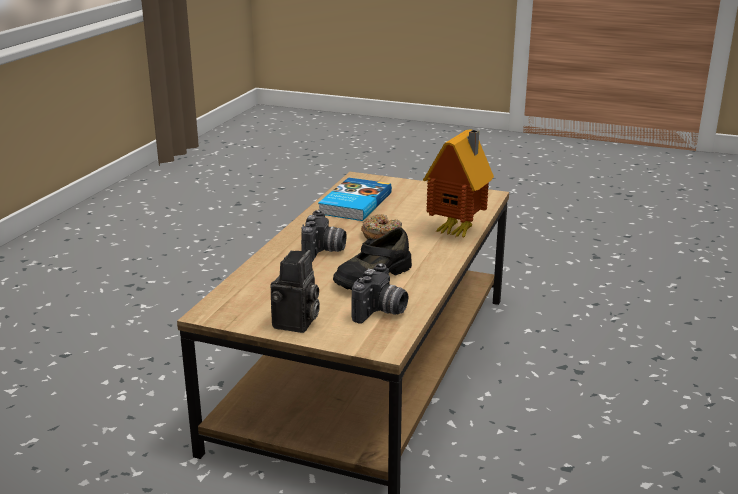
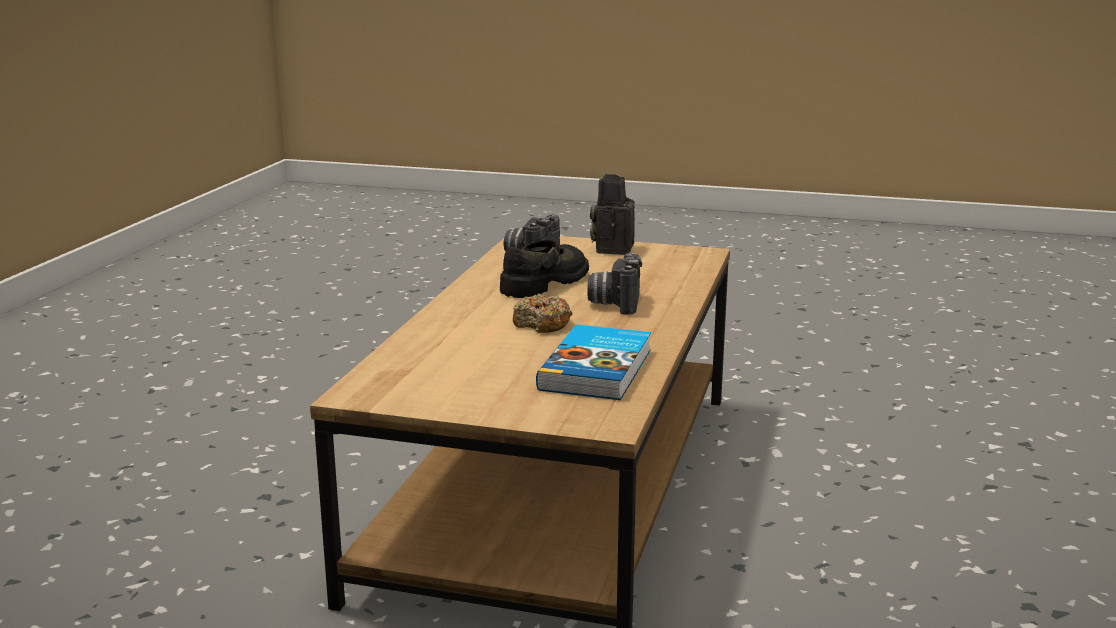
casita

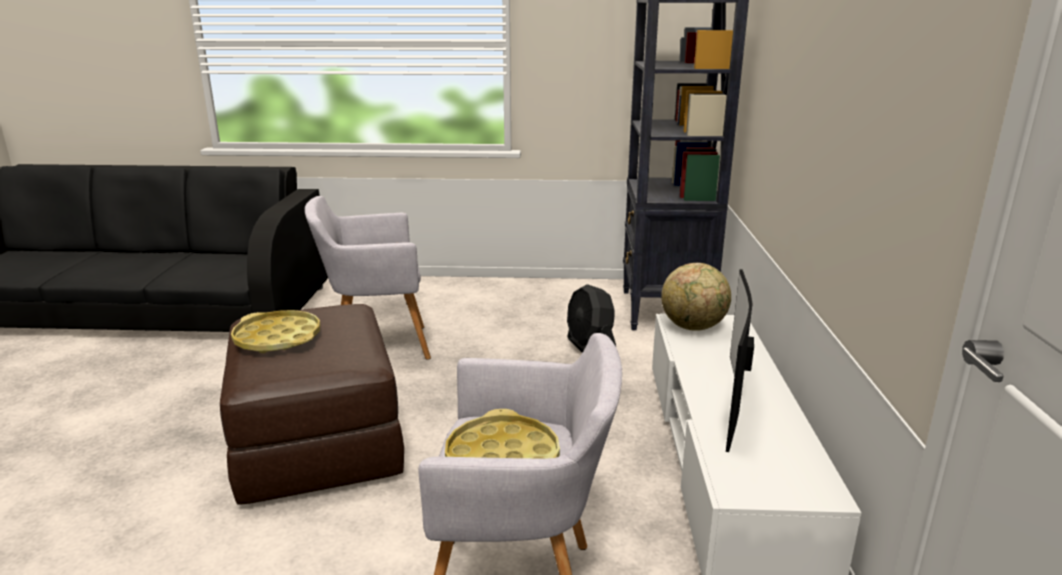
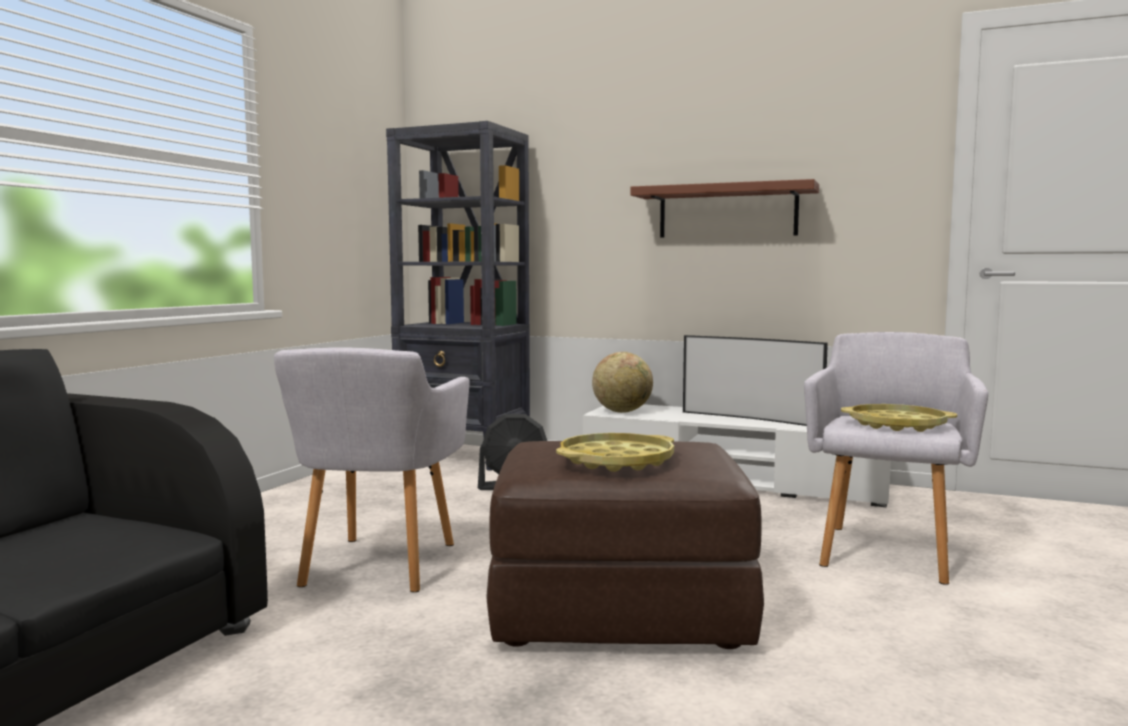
estante (marrón)

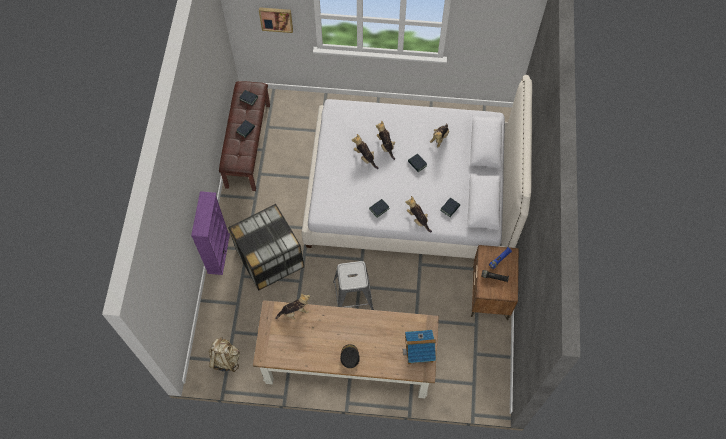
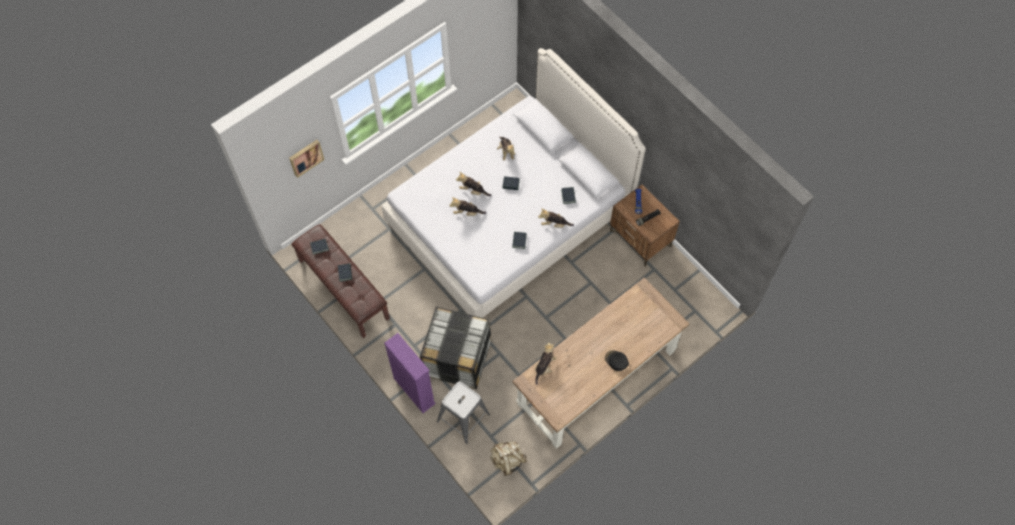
taburete (gris)
casita

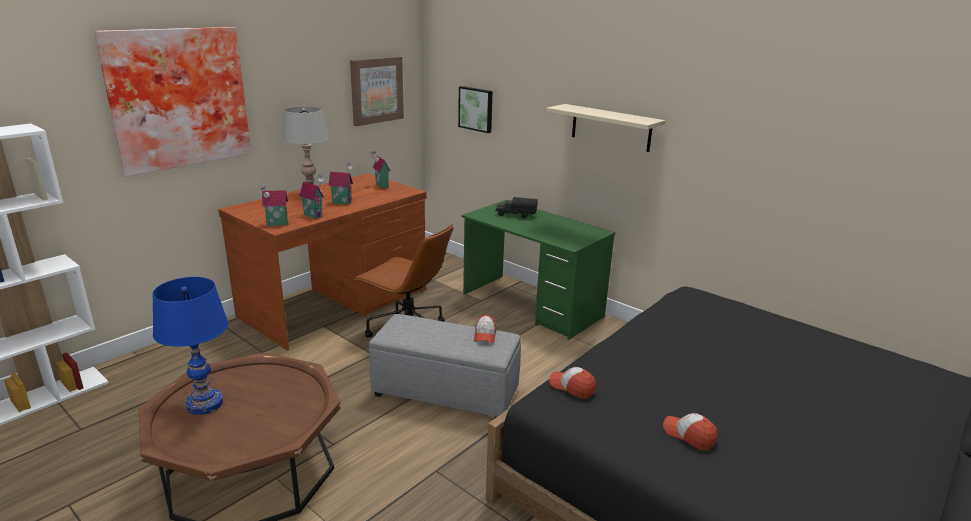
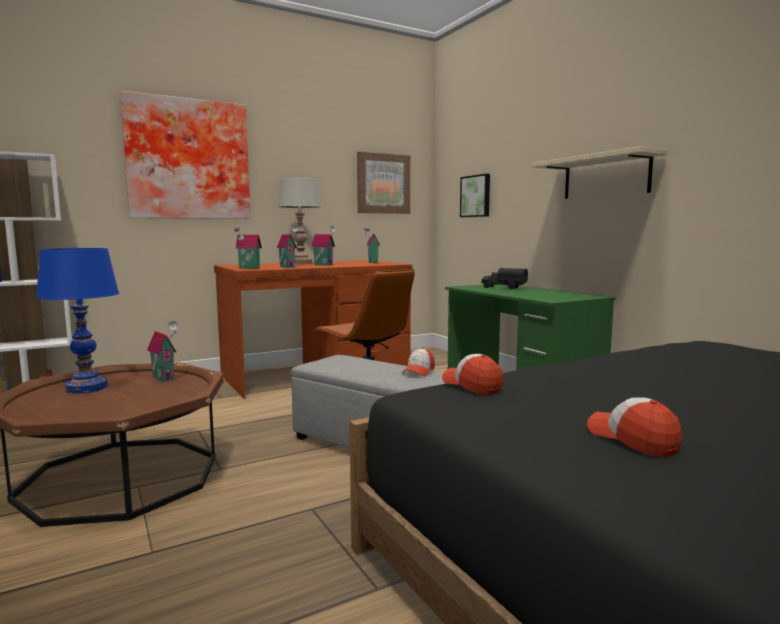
casita (1st from left)

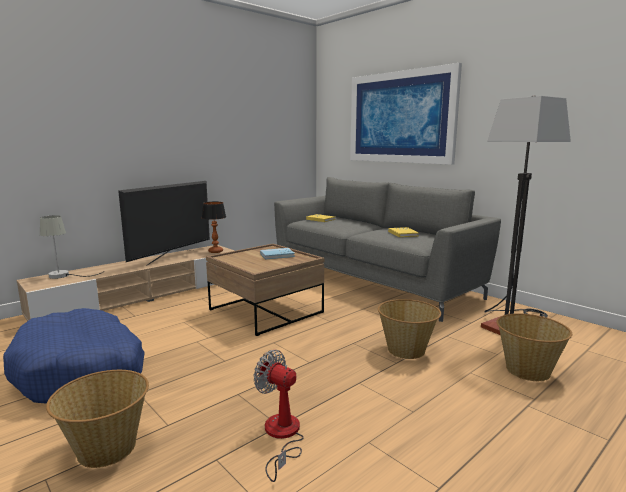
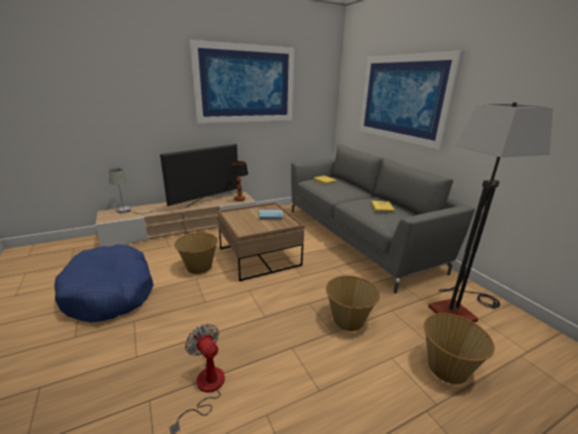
cesta (1st from left)
cuadro (1st from left)

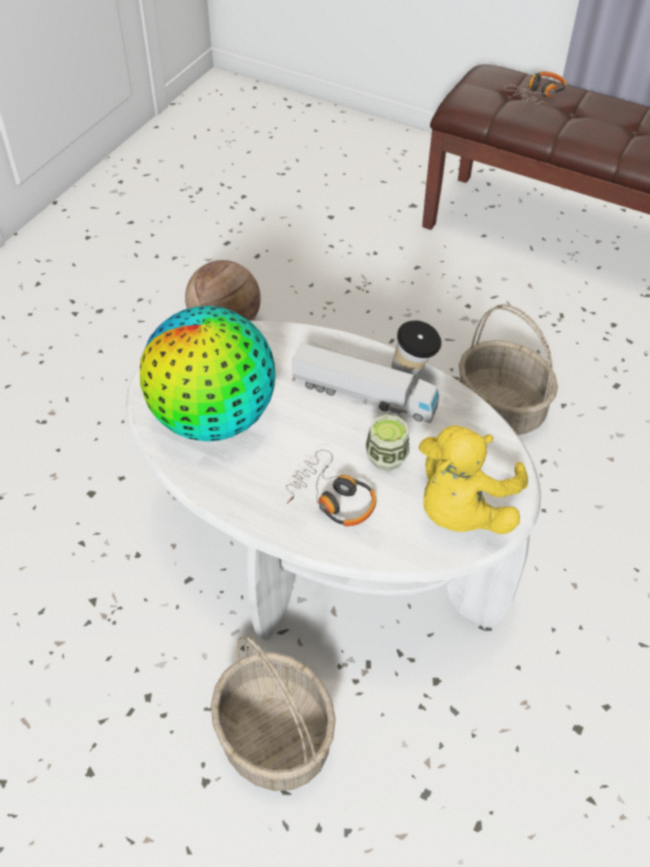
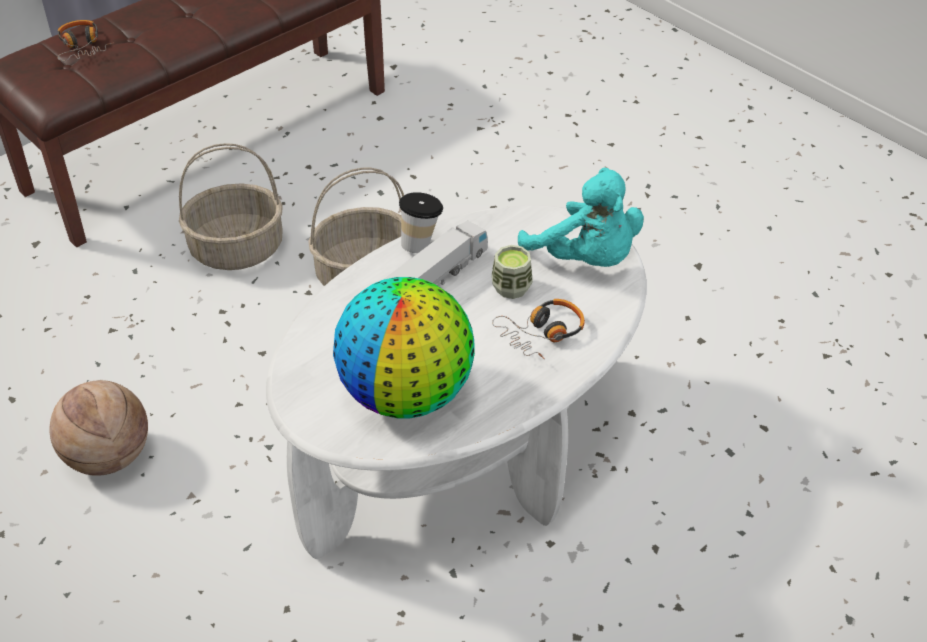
cesta (1st from left)
peluche (turquesa)

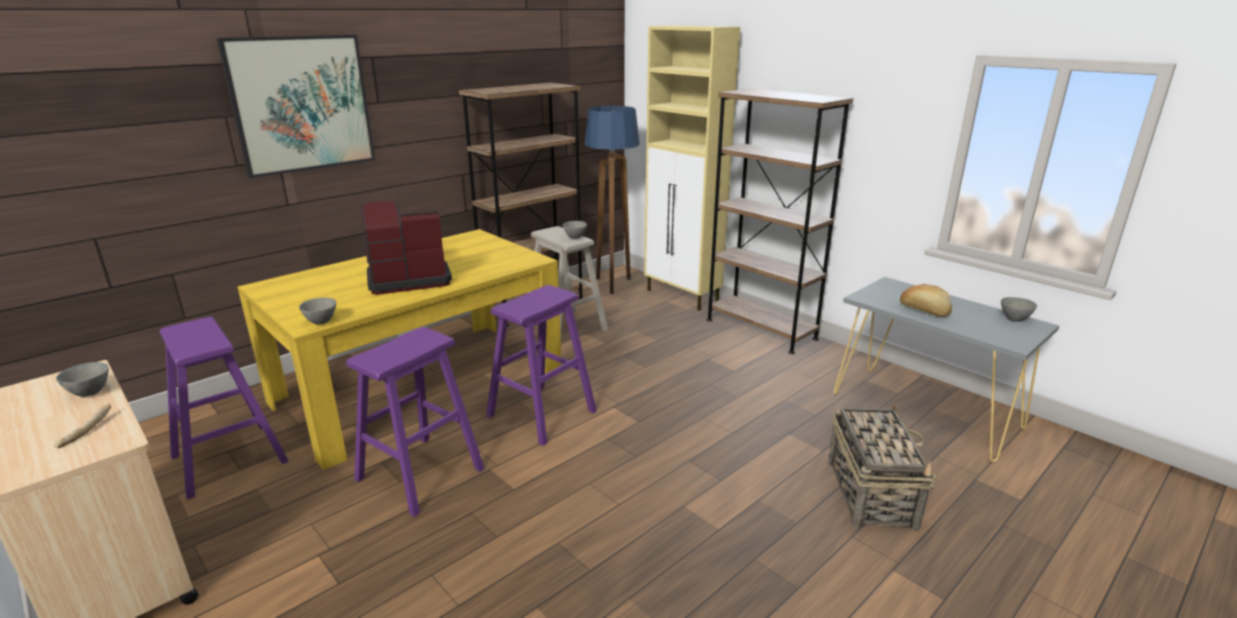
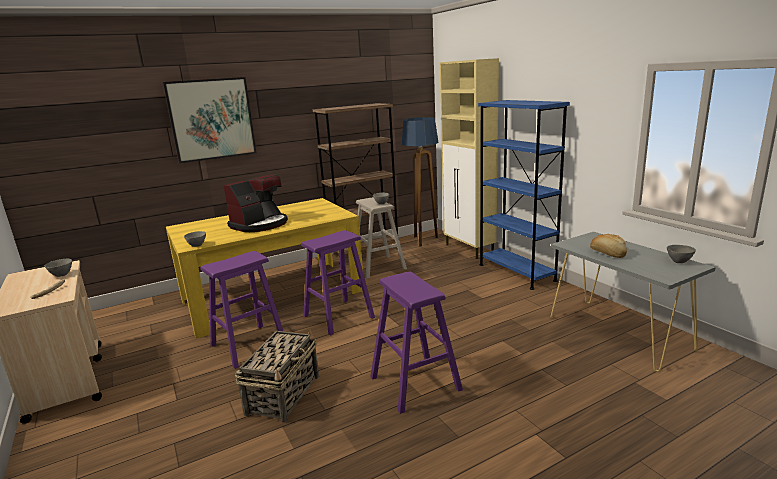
cafetera
cesta
taburete (morado) (3rd from left)
estantería (azul)

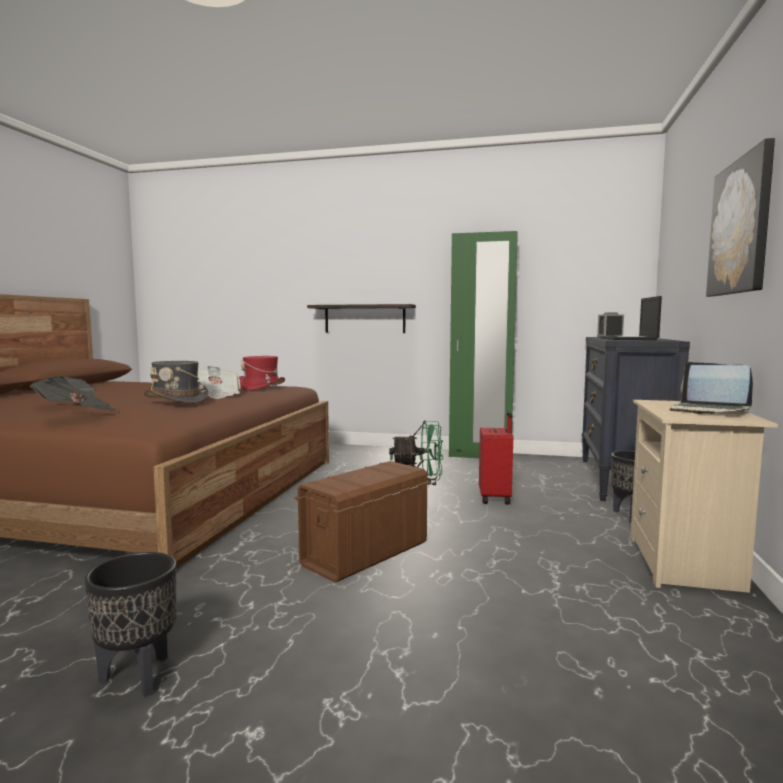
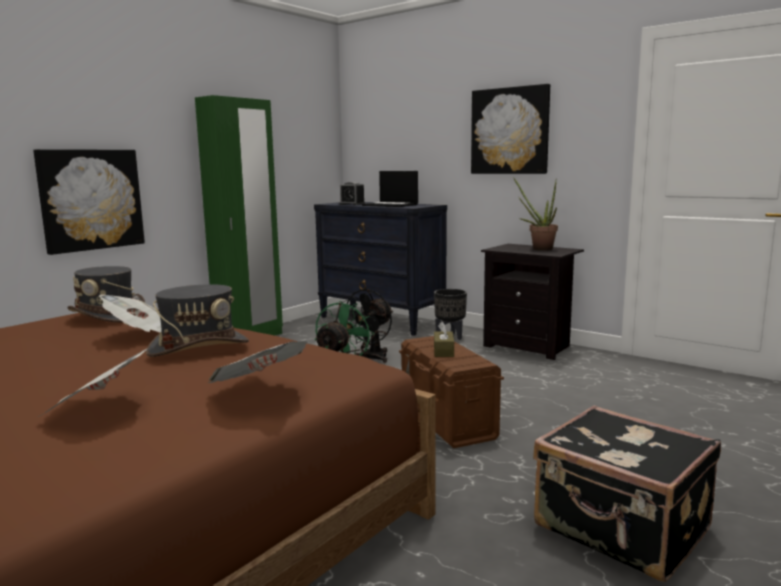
cuadro (1st from left)
sombrero (gris) (1st from left)
ventilador (negro)
caja de pañuelos (marrón)
mesita de noche (negro)
planta en maceta
maleta (negro)

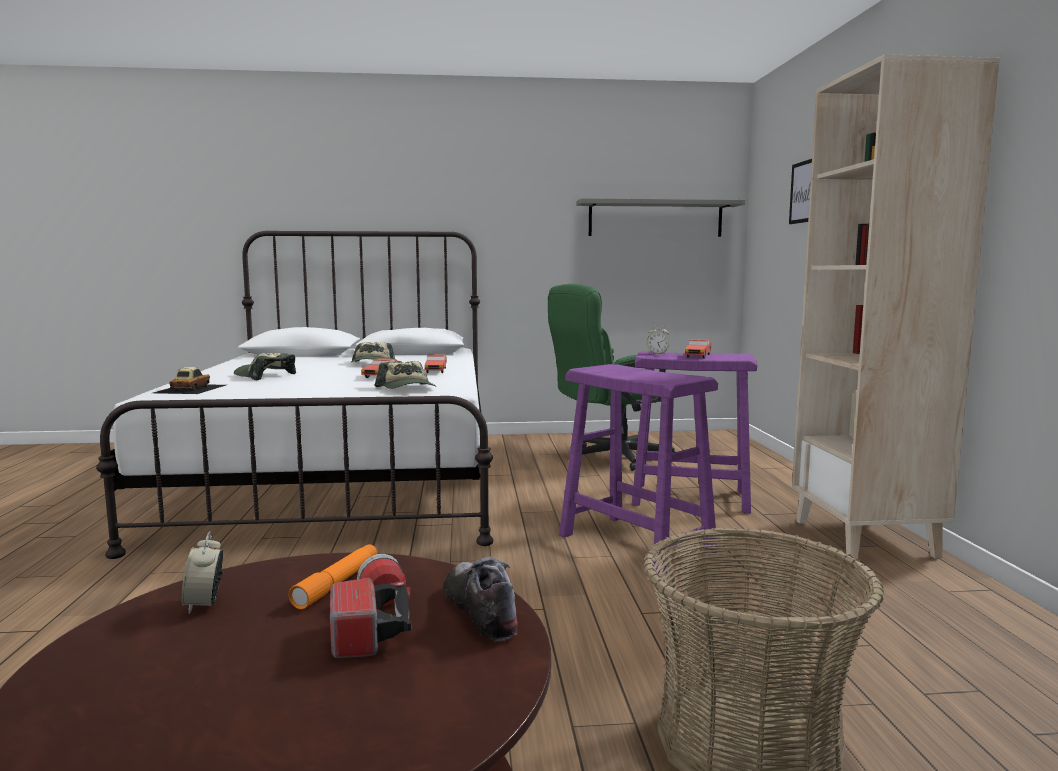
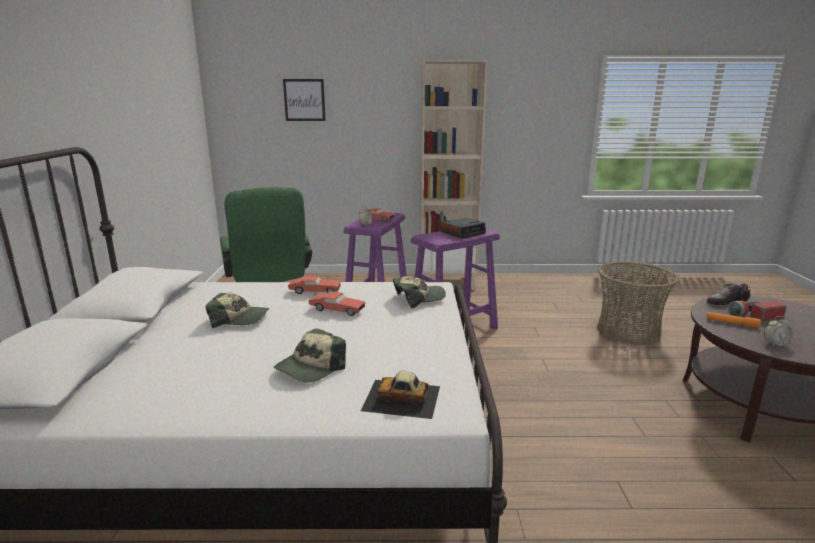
despertador (2nd from left)
estante (gris)

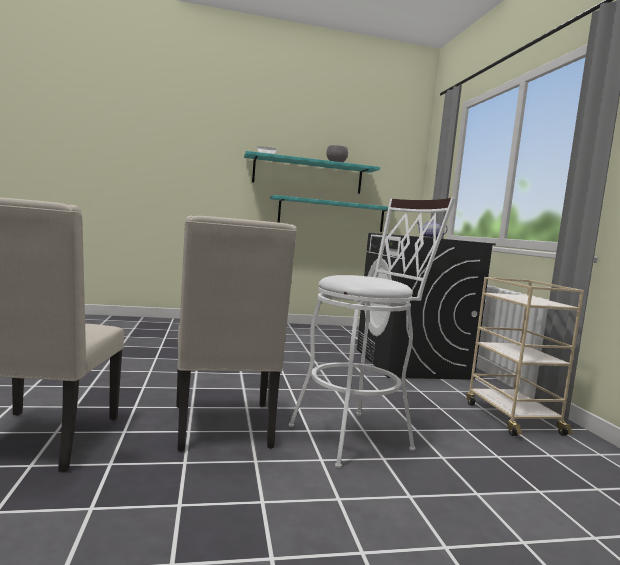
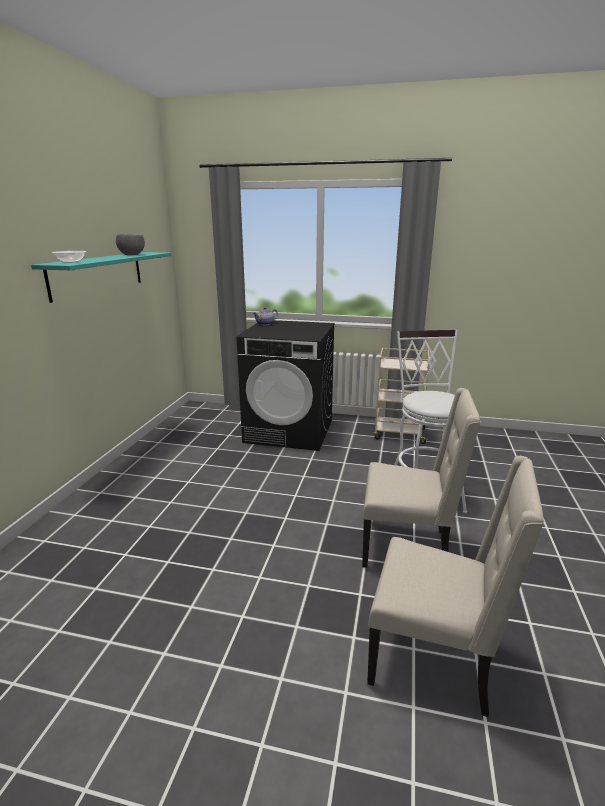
estante (turquesa) (2nd from left in the first image)

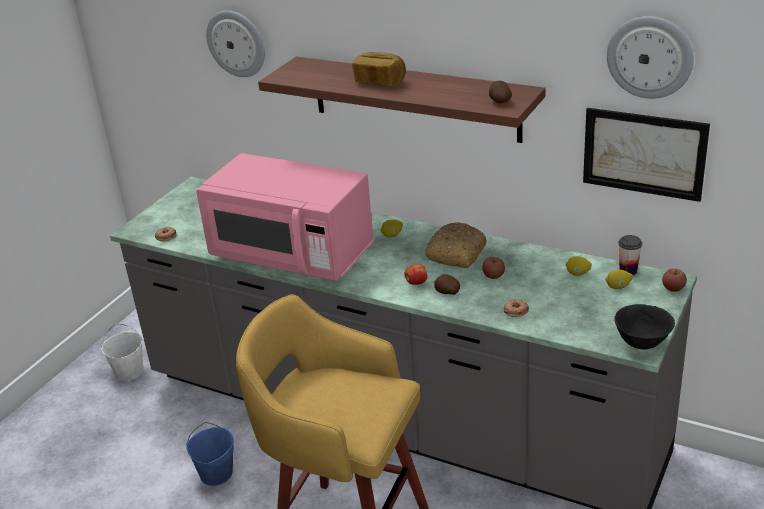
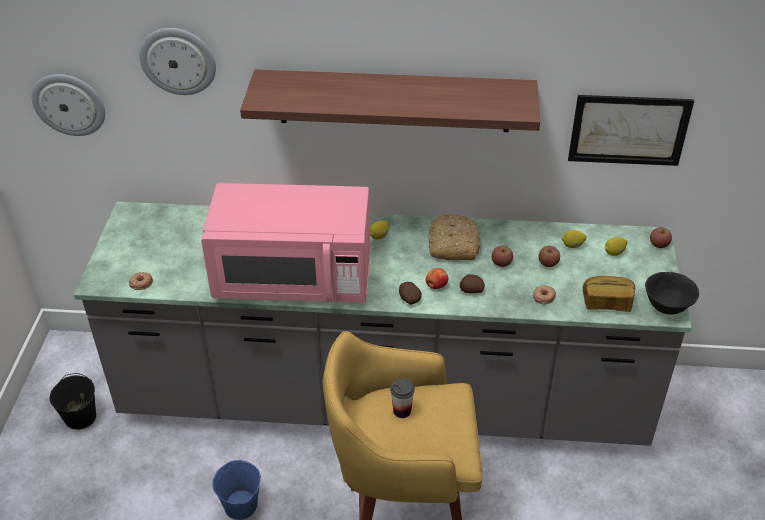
reloj de pared (1st from left)
cubo (negro)
taza
patata (1st from left)
manzana (3rd from left)
pan (2nd from left)

